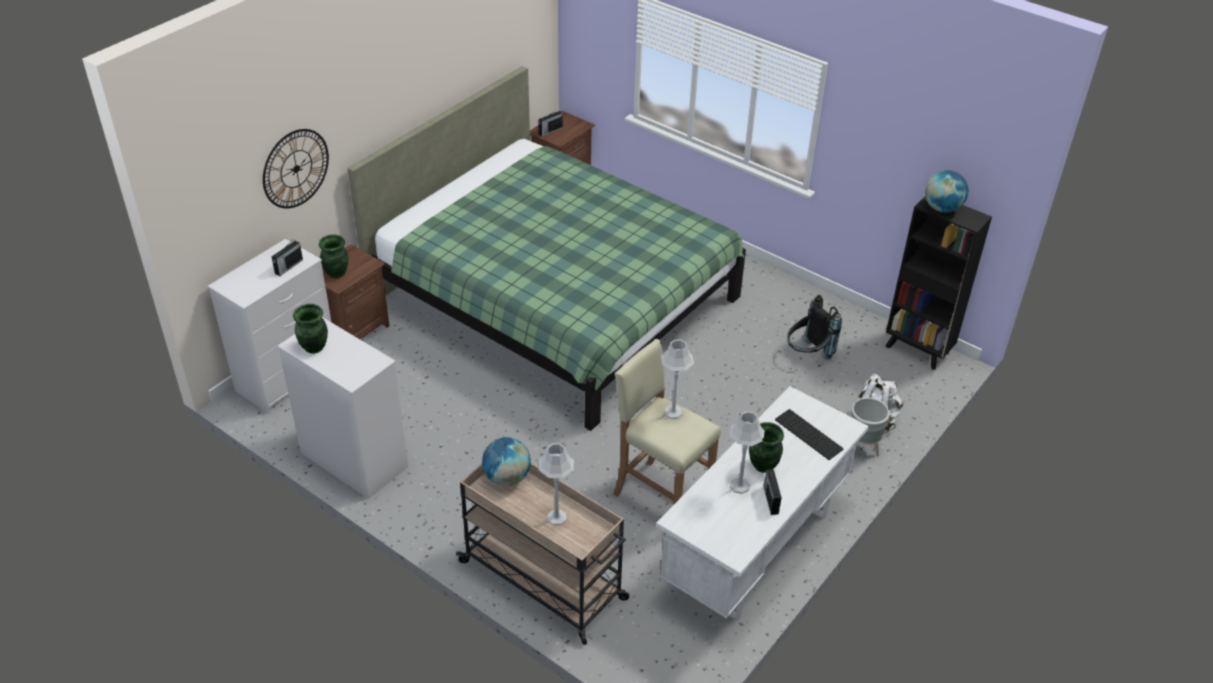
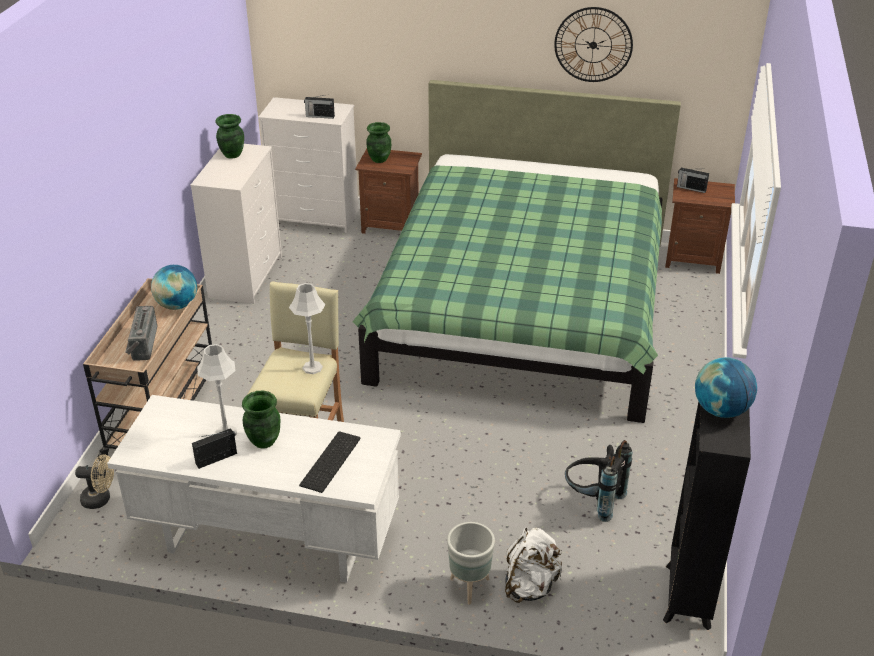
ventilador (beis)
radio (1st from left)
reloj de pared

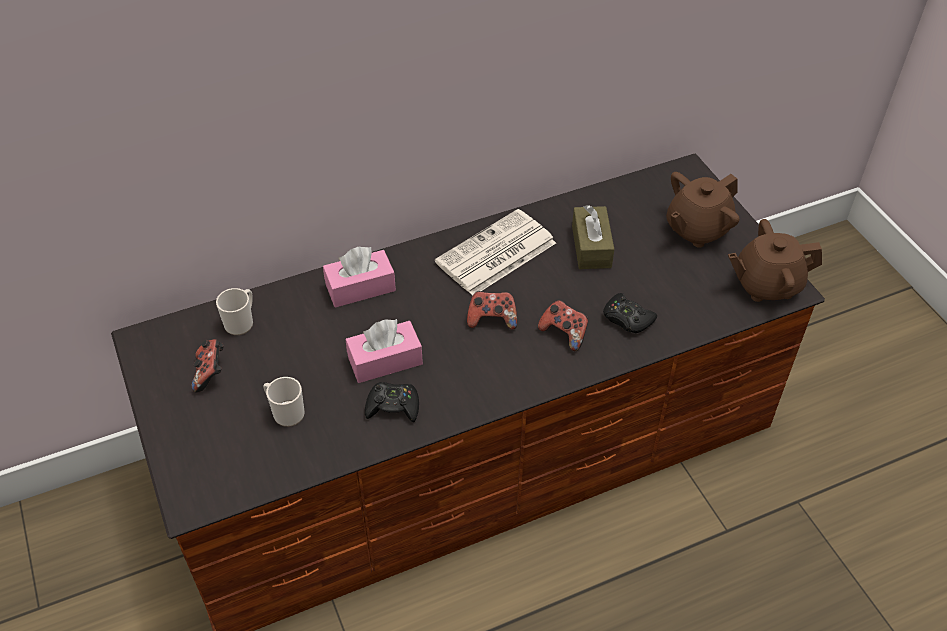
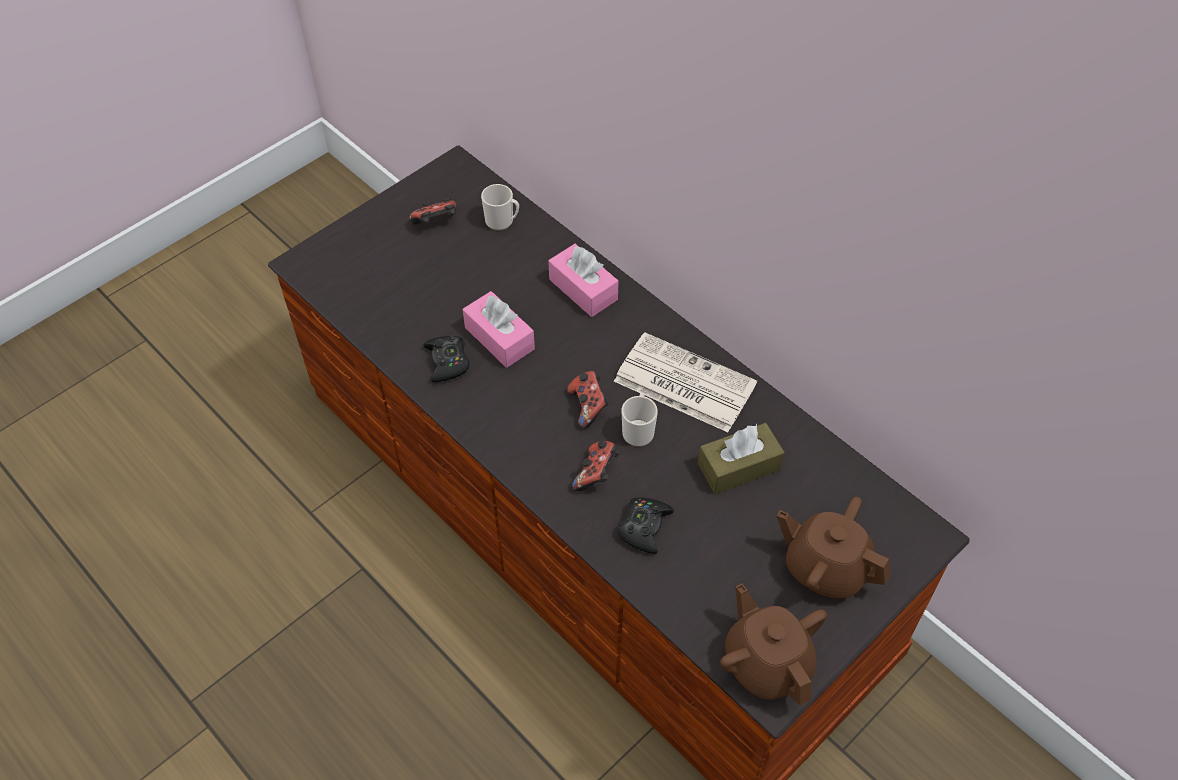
taza grande (2nd from left)

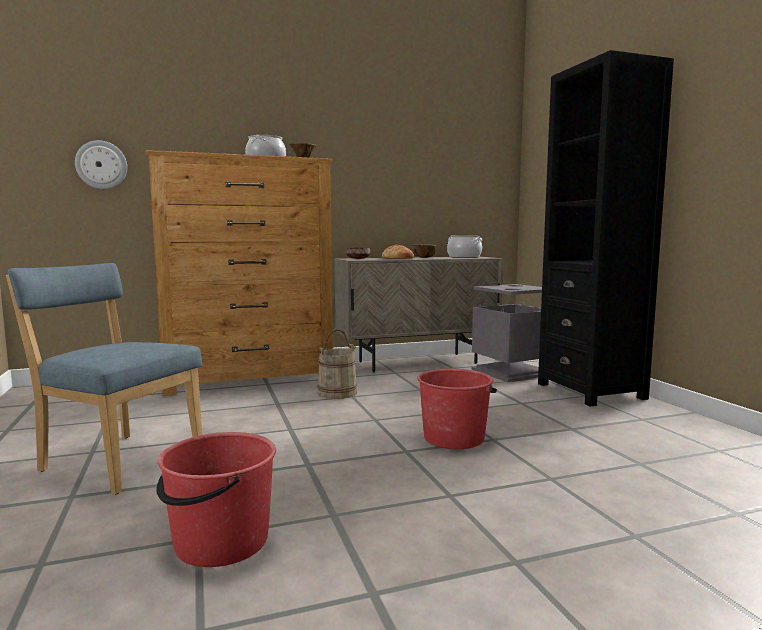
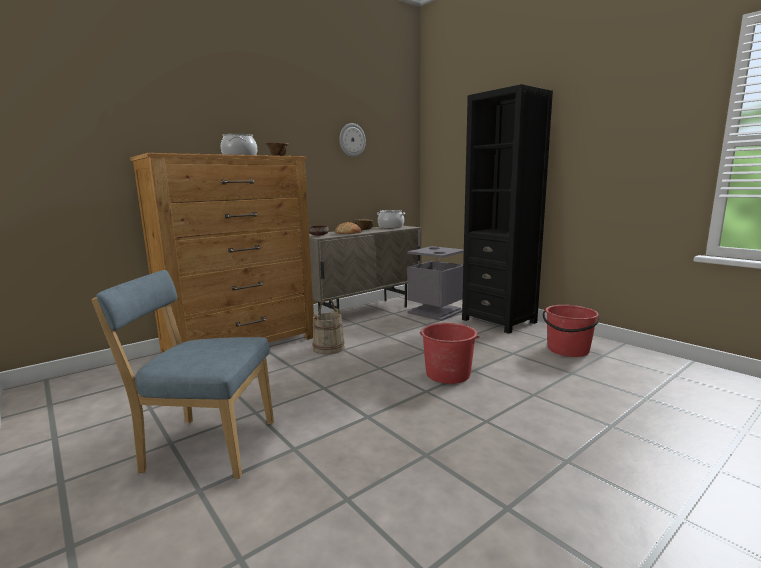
reloj de pared
cubo (rojo) (2nd from left)

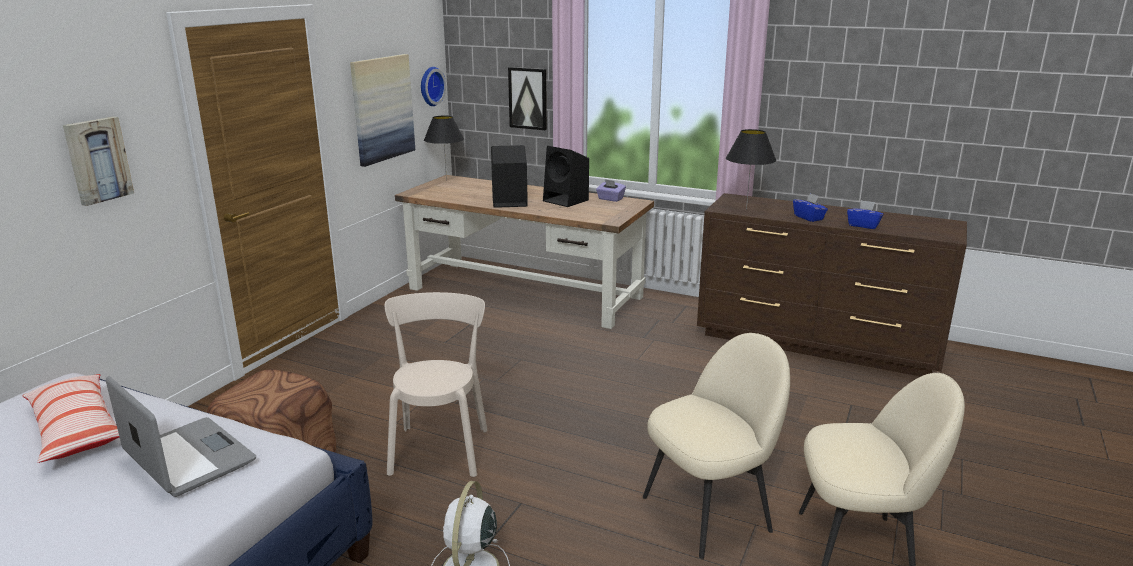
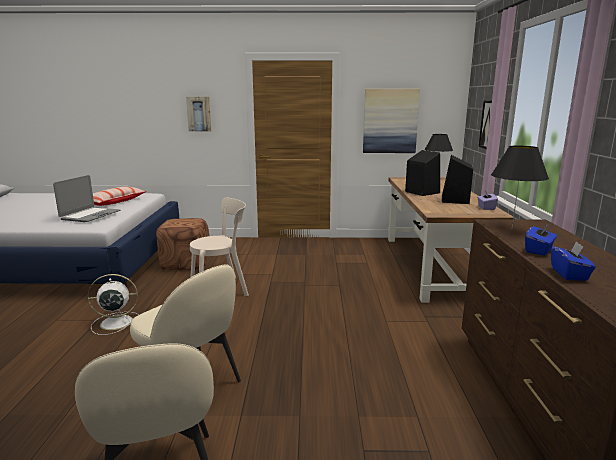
reloj de pared

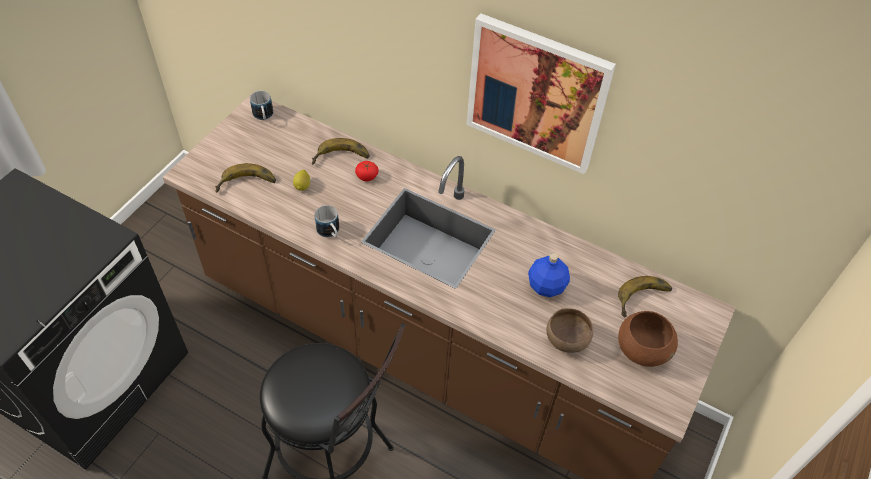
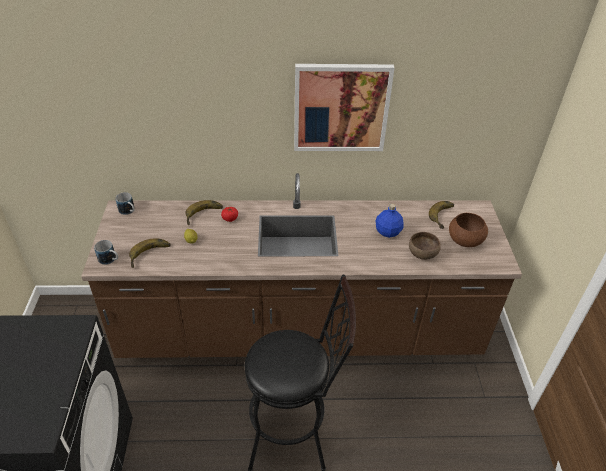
taza grande (1st from left)

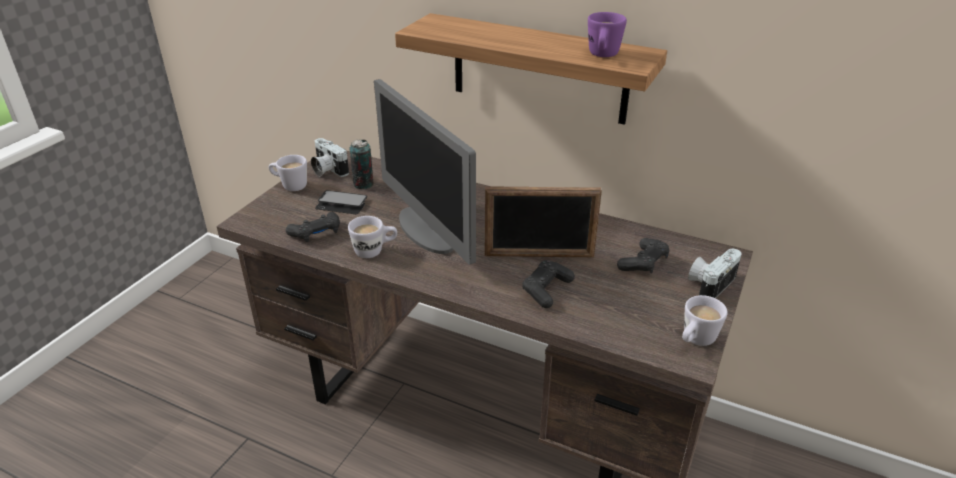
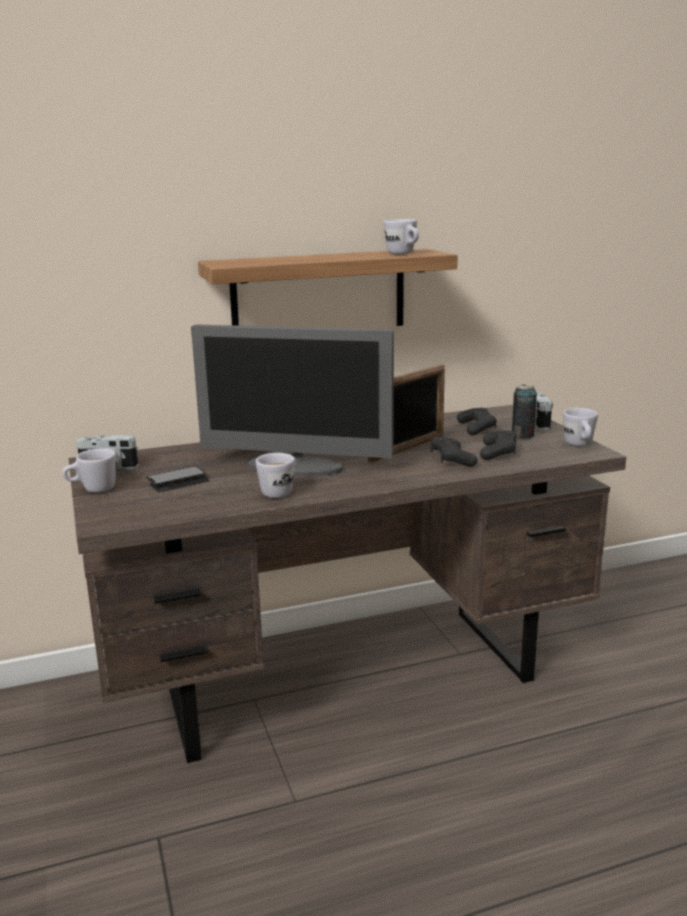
taza grande (blanco) (3rd from left)
mando de consola (negro) (3rd from left)
lata

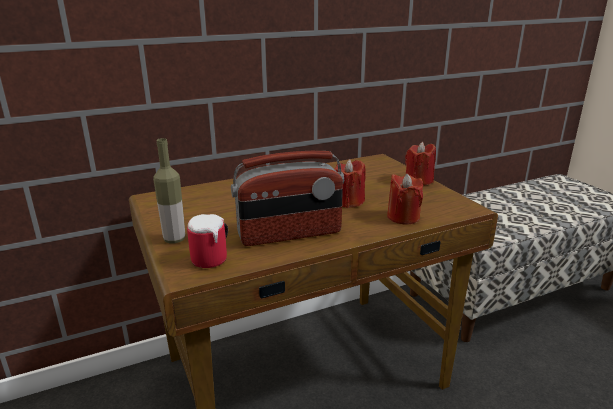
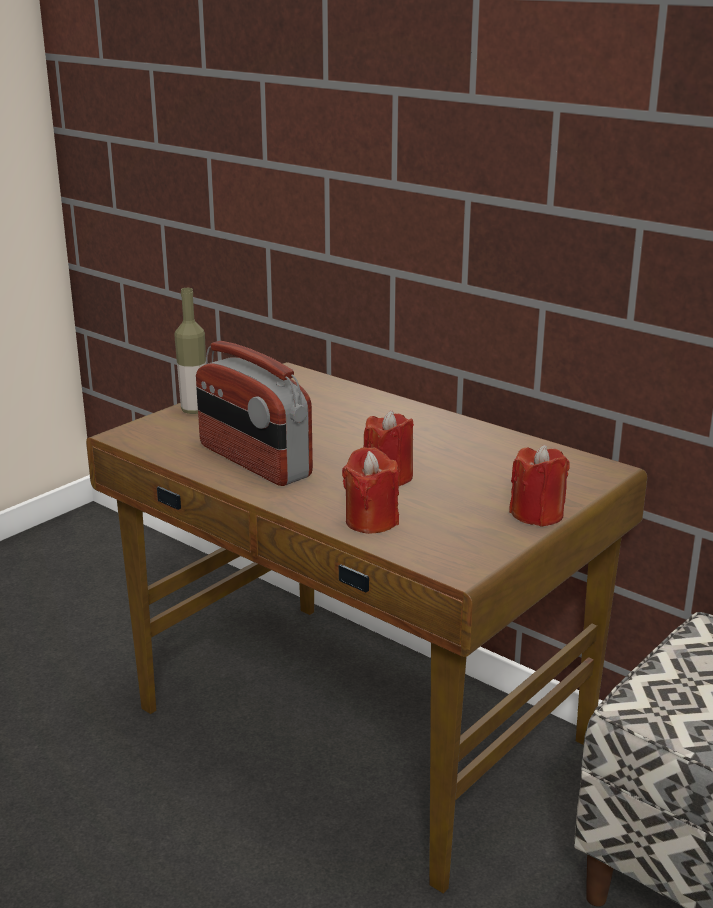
taza grande

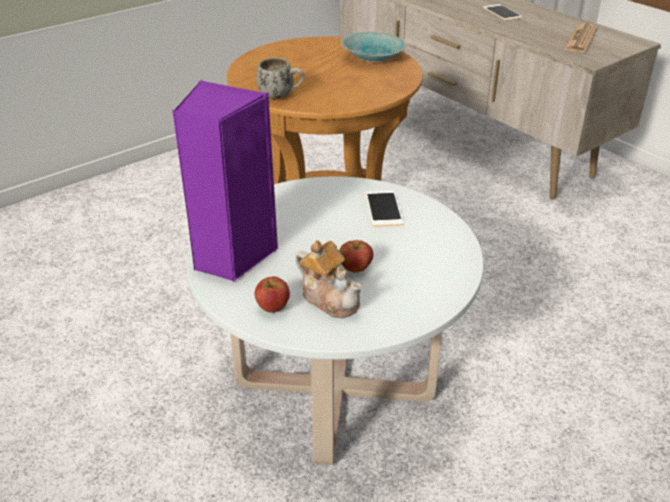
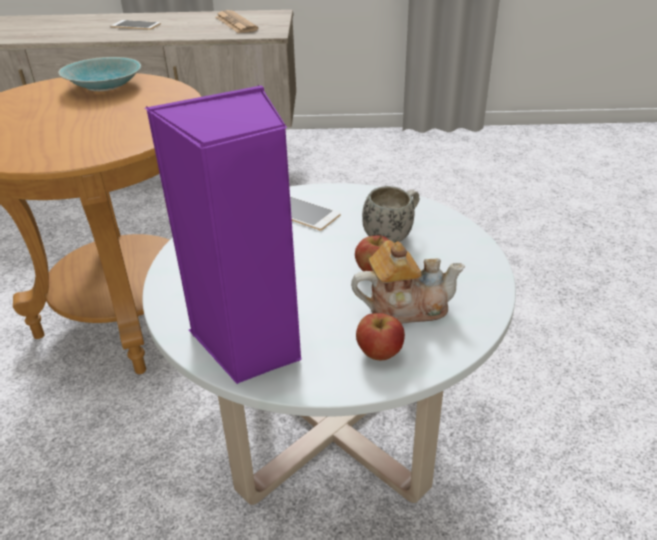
taza grande (blanco)

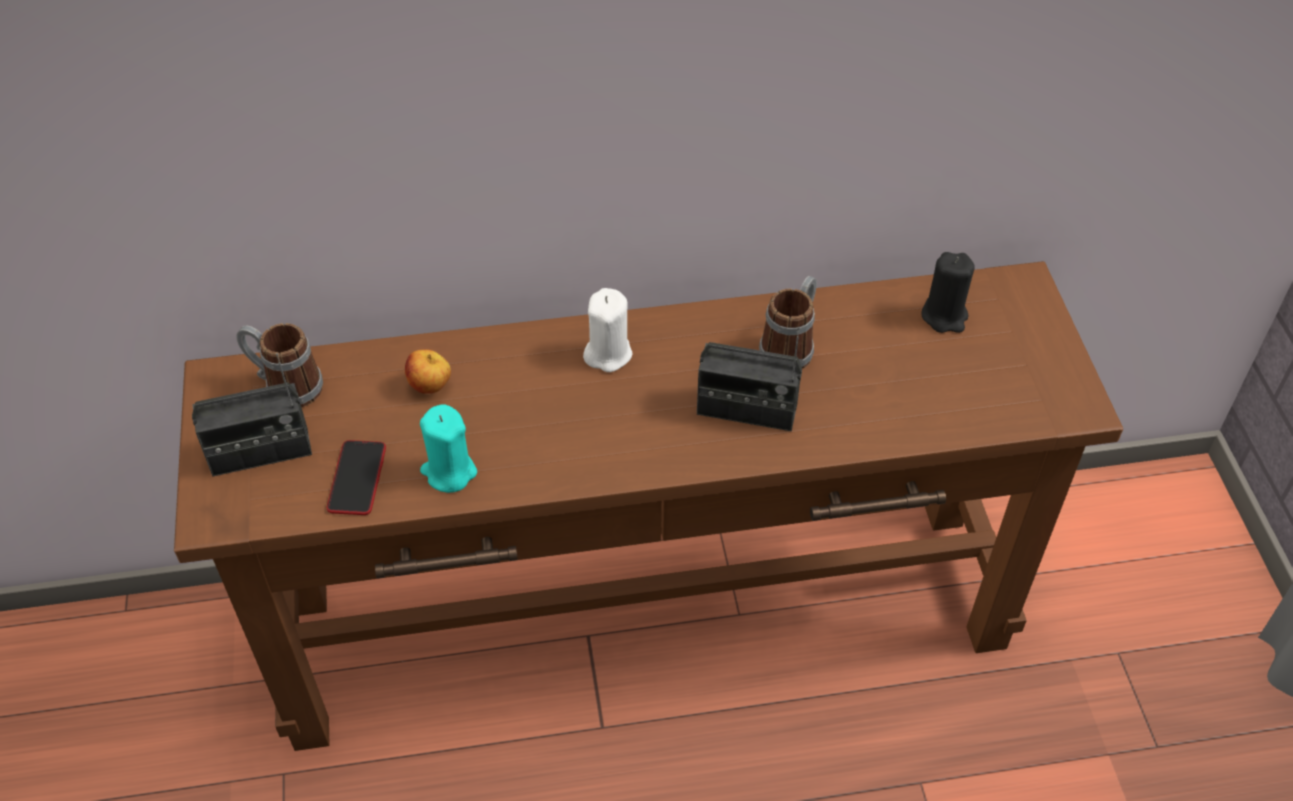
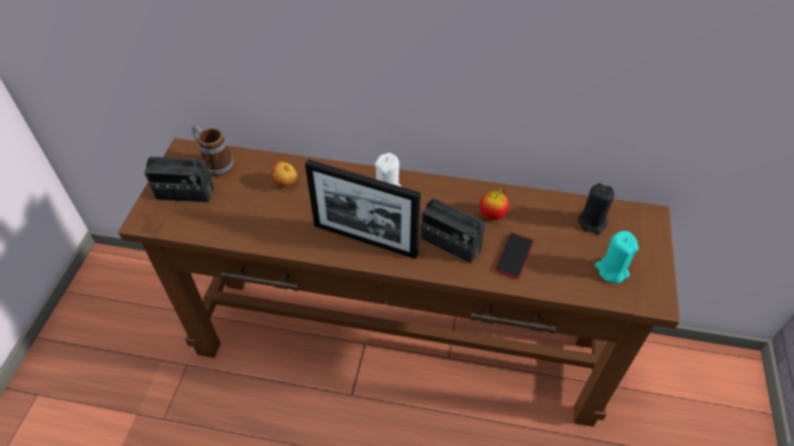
portarretratos
manzana (2nd from left)
móvil
vela (turquesa)

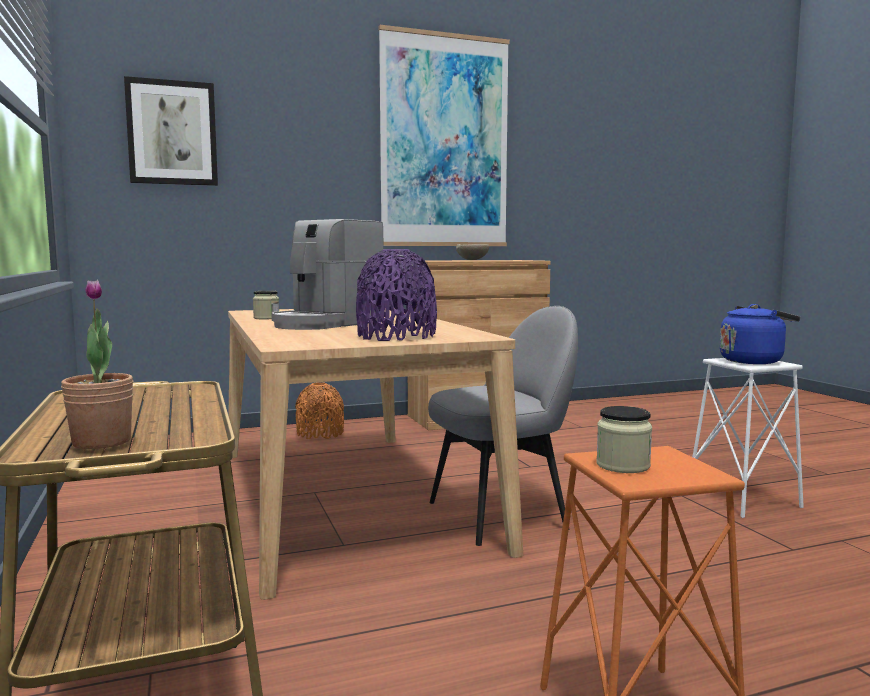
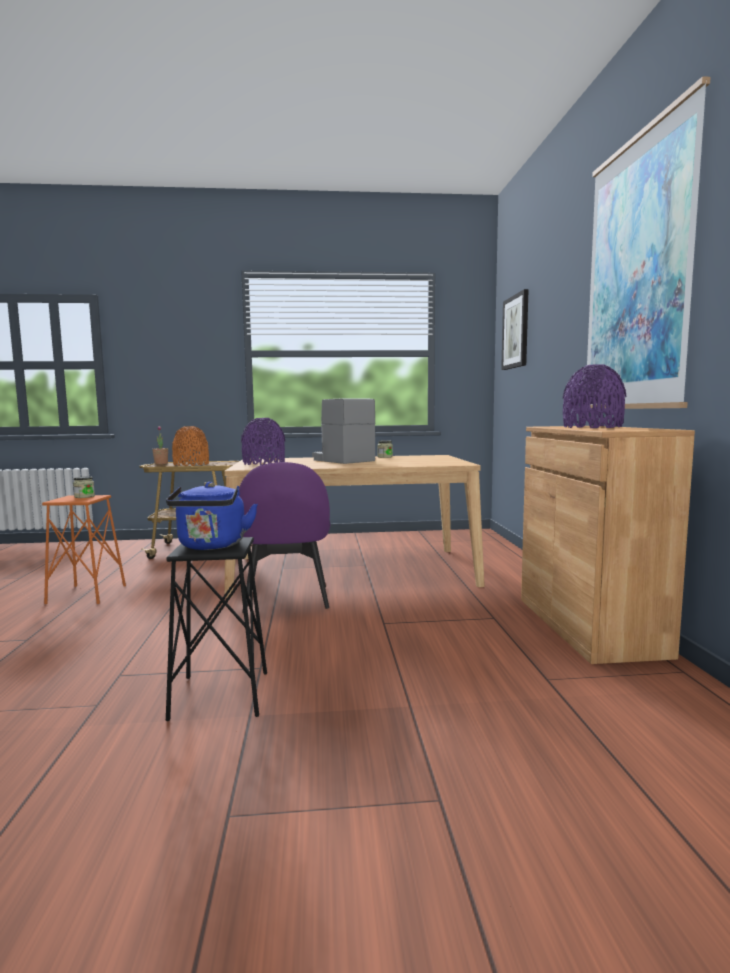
taburete (negro)
florero (naranja)
silla (morado)
florero (morado) (2nd from left)

